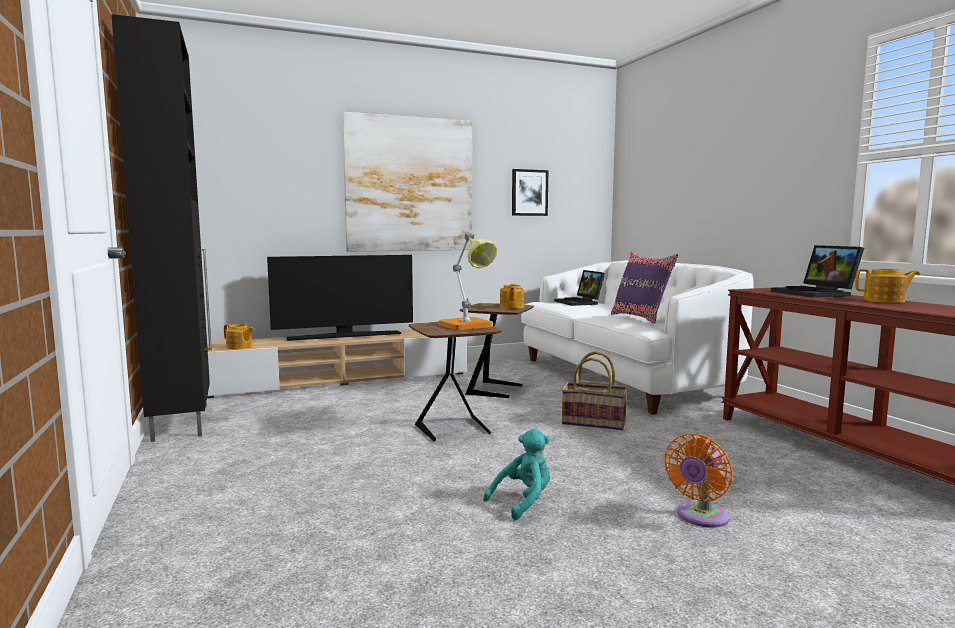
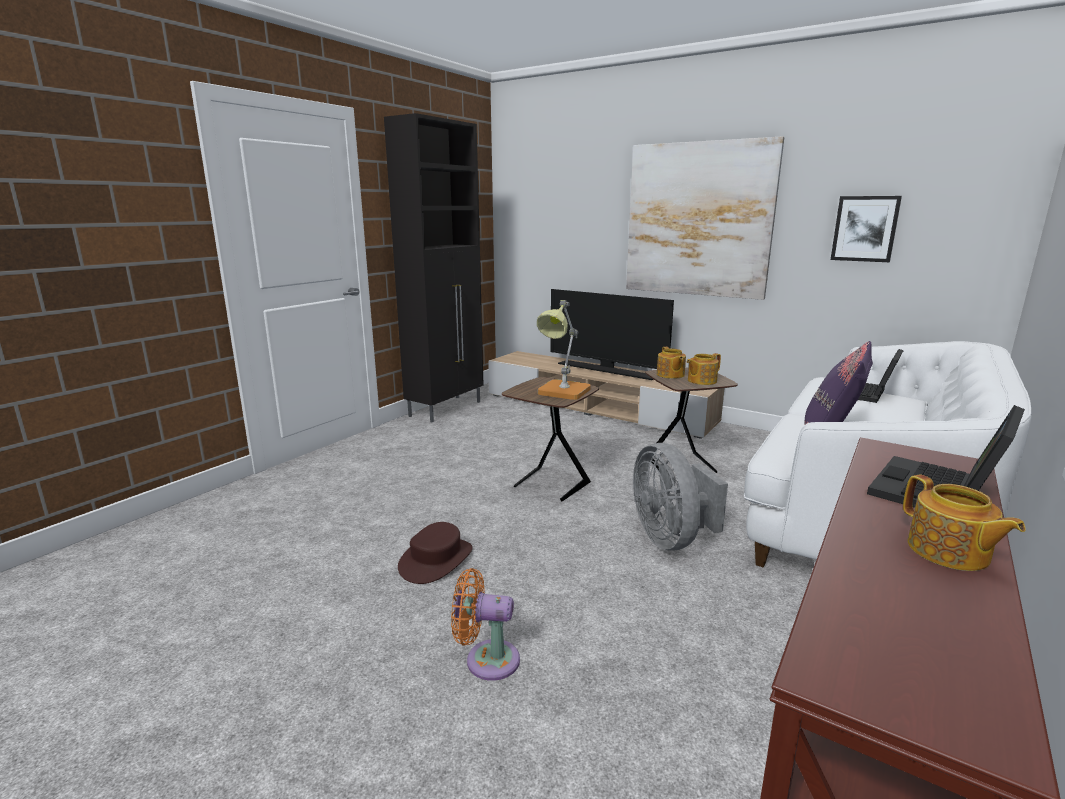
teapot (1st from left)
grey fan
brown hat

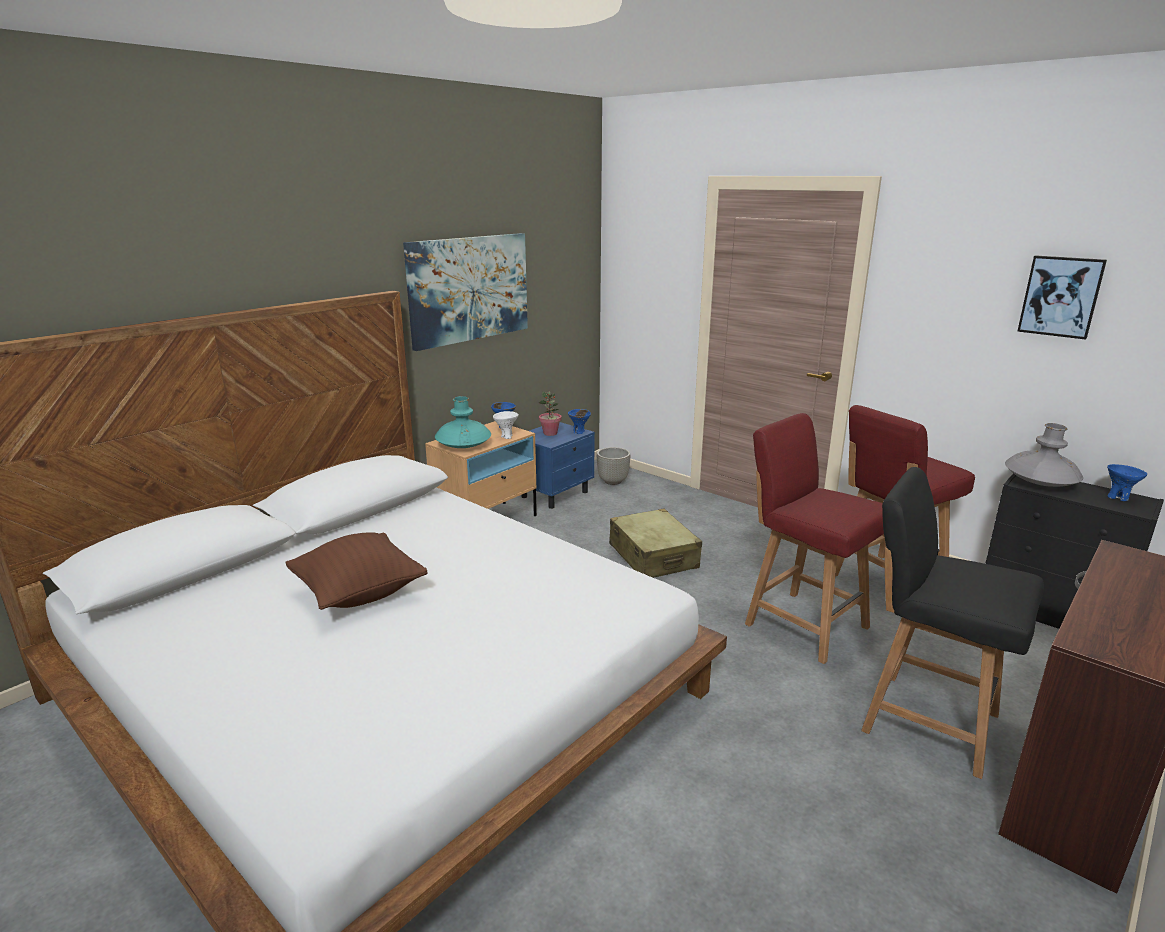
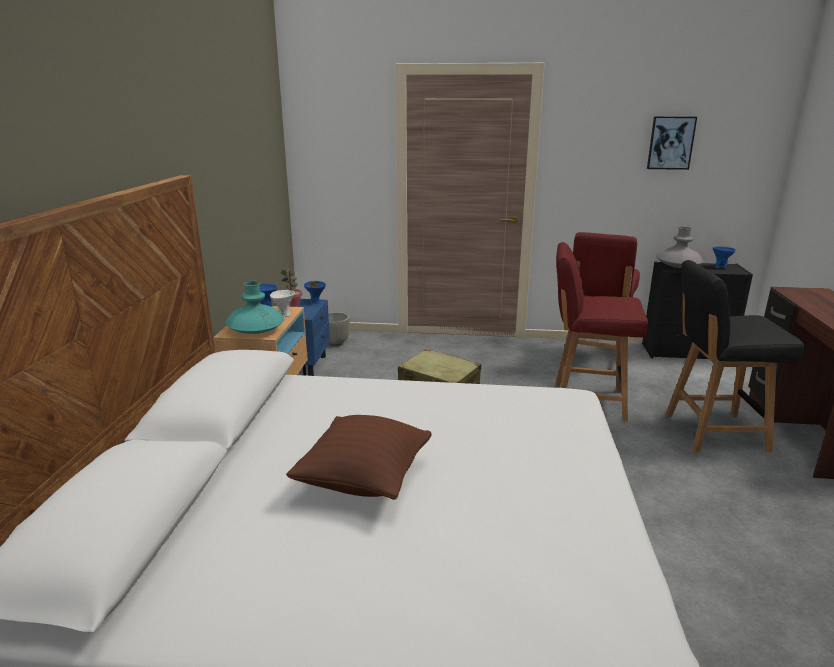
picture (1st from left in the first image)

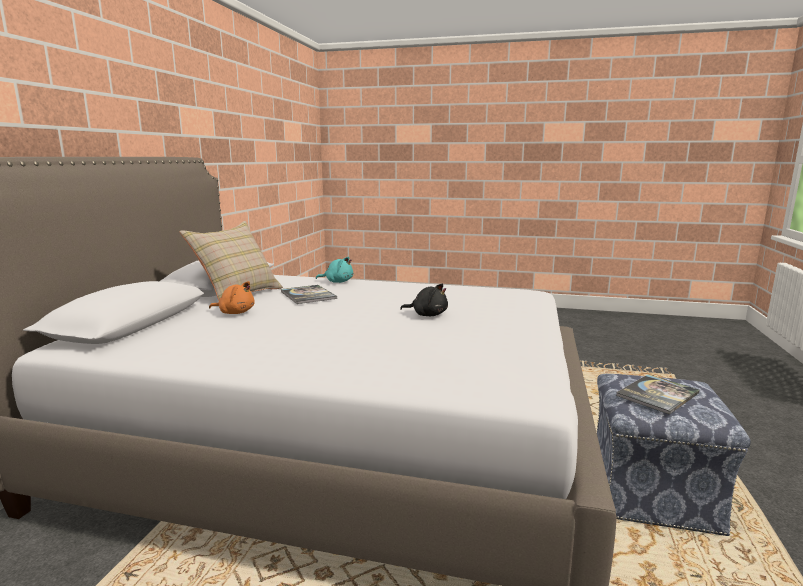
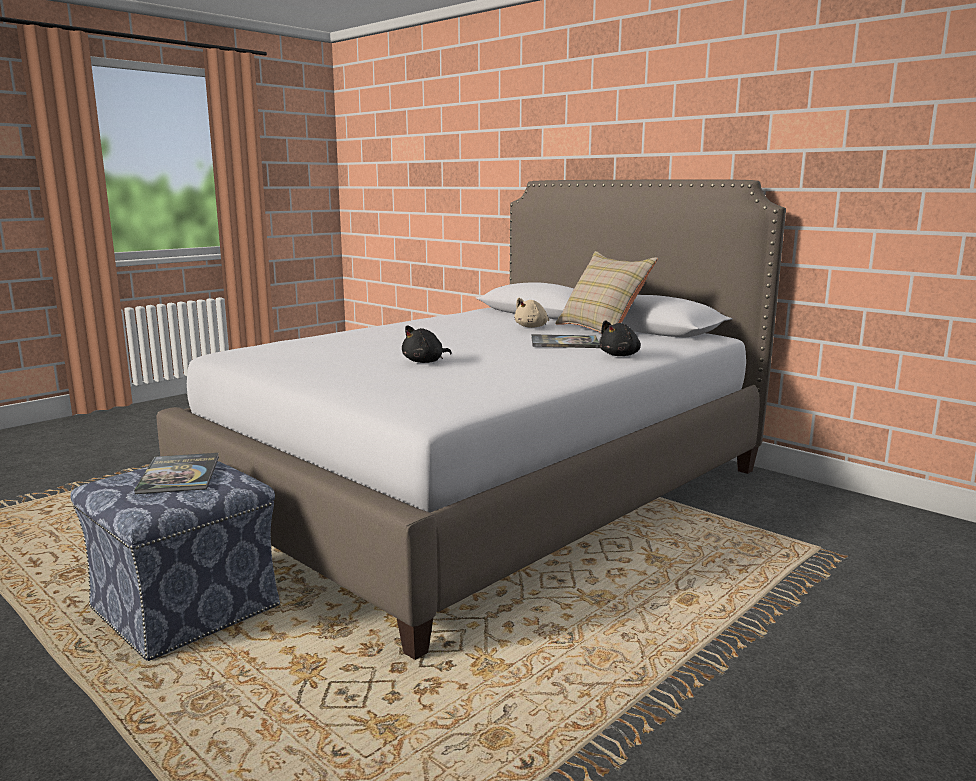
black plush toy (2nd from left)
beige plush toy

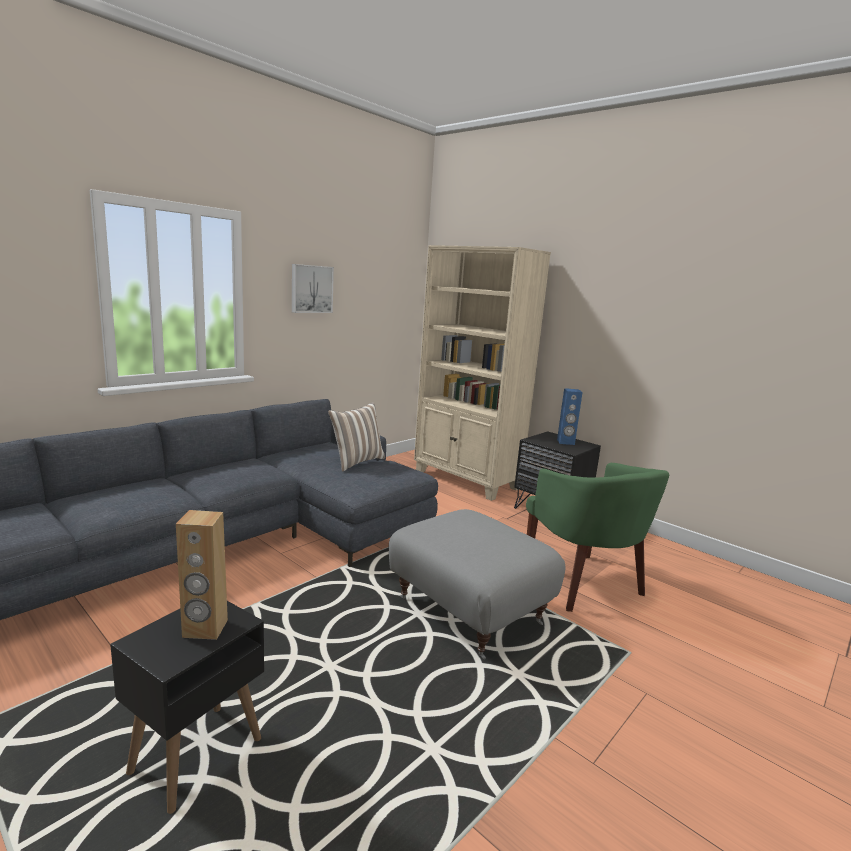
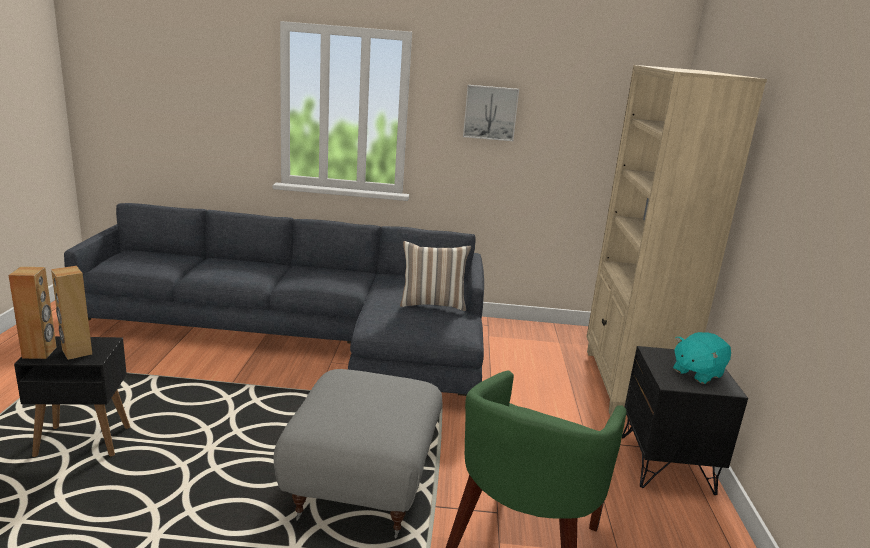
turquoise plush toy
brown speaker (1st from left)

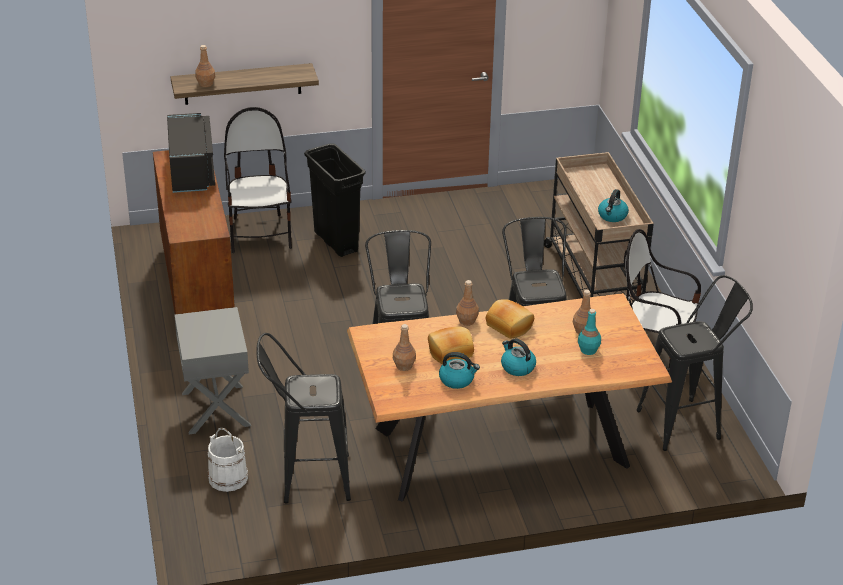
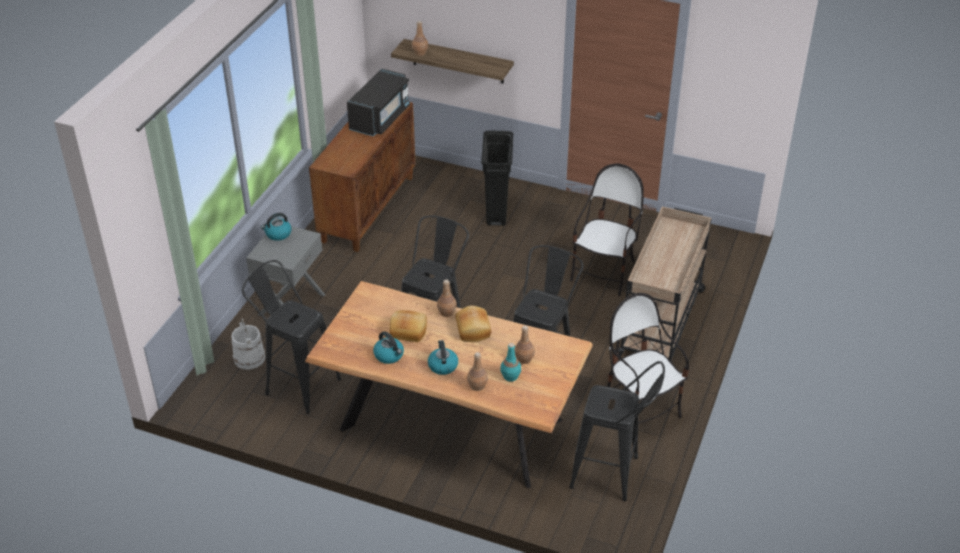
chair (1st from left)
kettle (1st from left)
brown bottle (3rd from left)

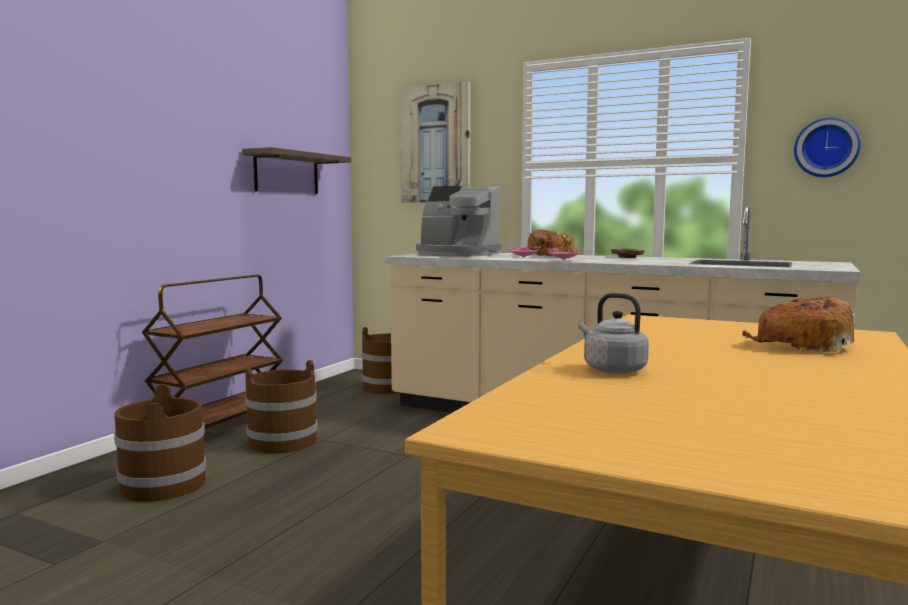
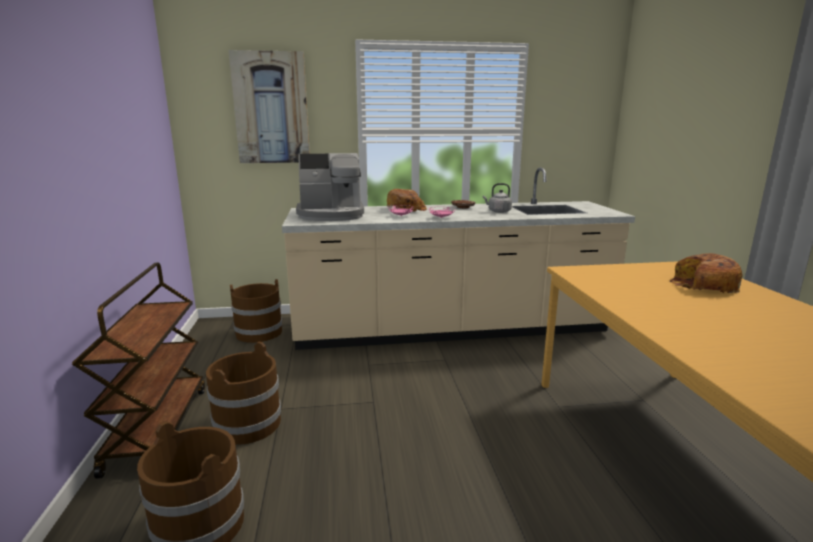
wall clock
shelf
grey kettle

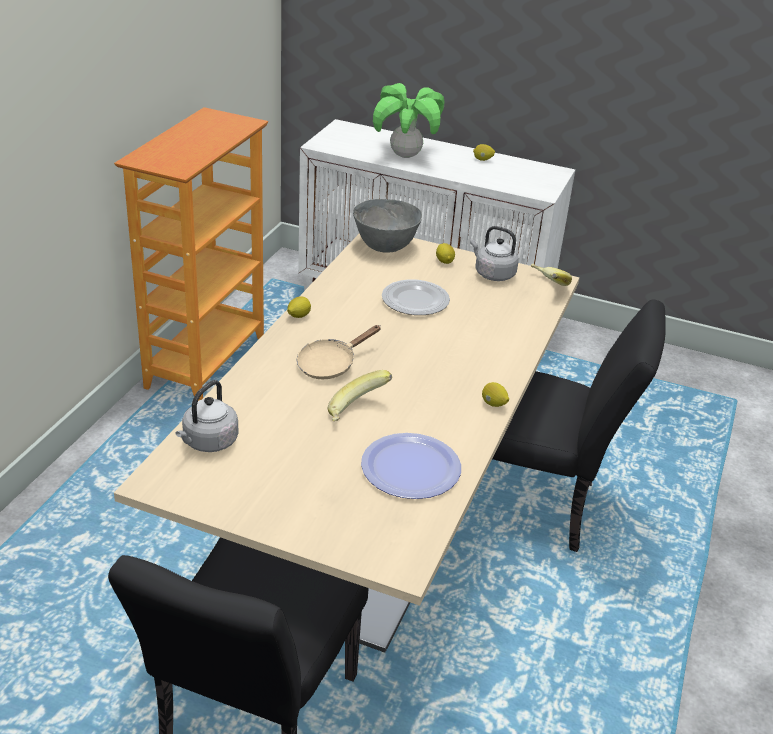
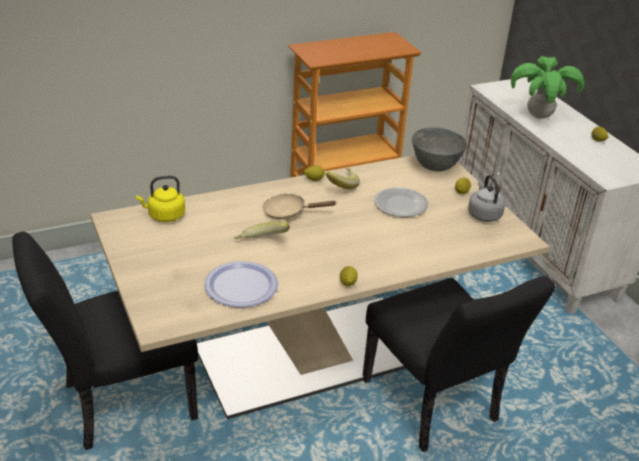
banana (2nd from left)
yellow kettle

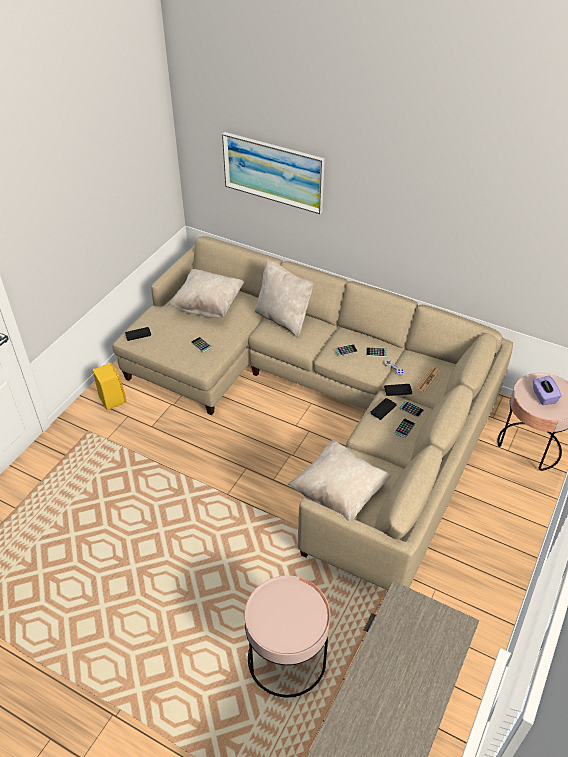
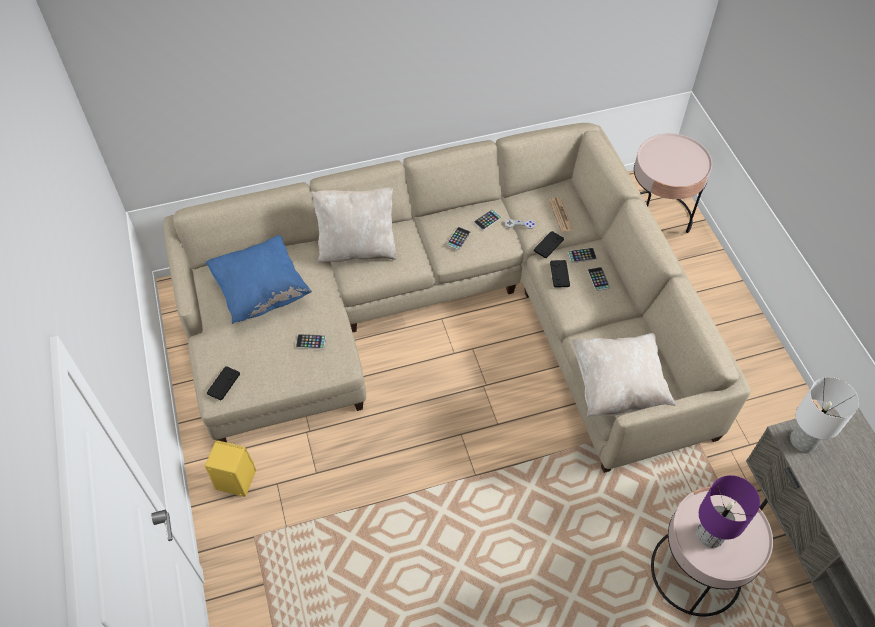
picture
blue pillow
purple tissue box
white table lamp
purple table lamp

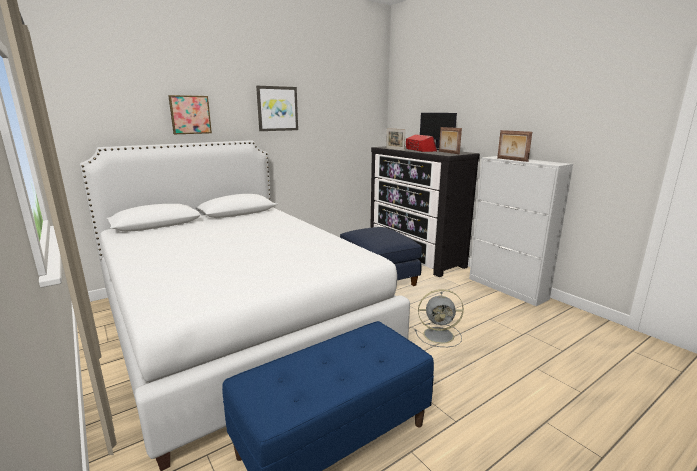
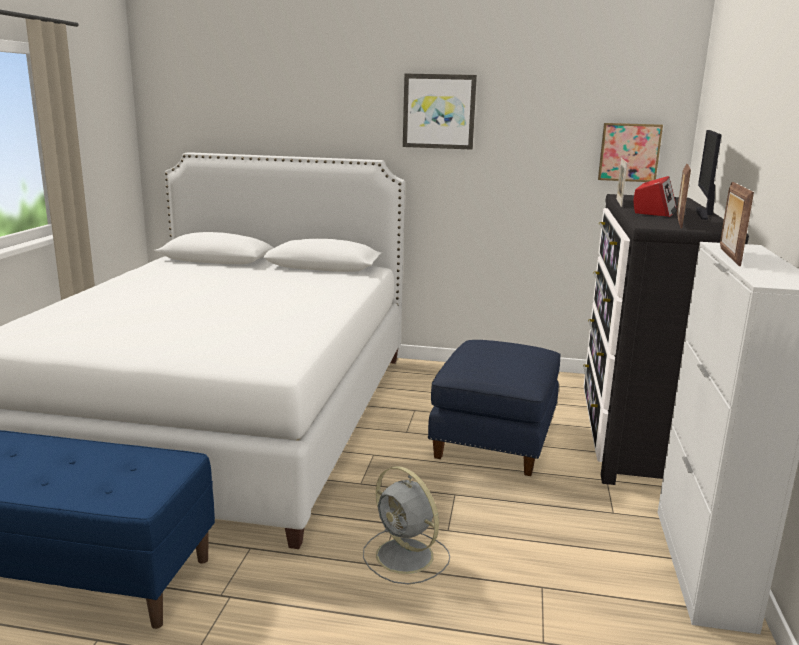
picture (2nd from left)

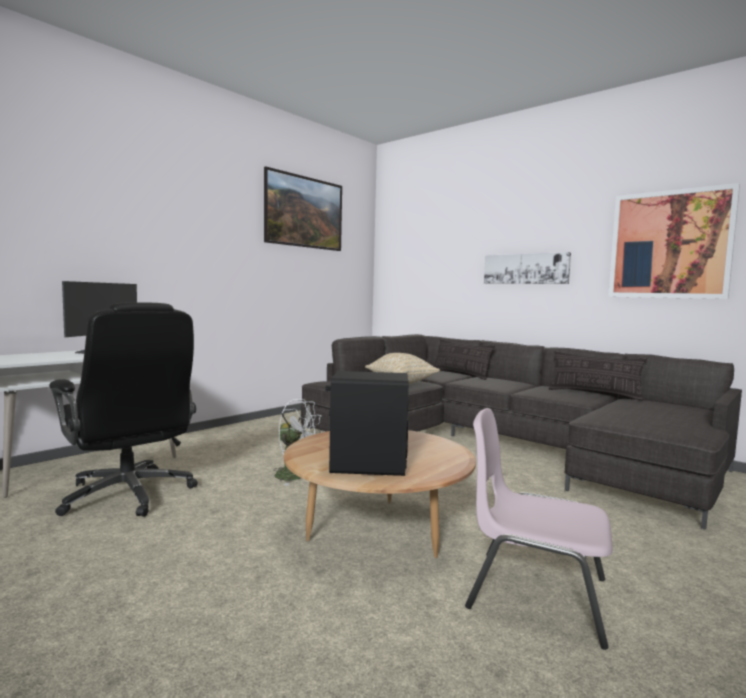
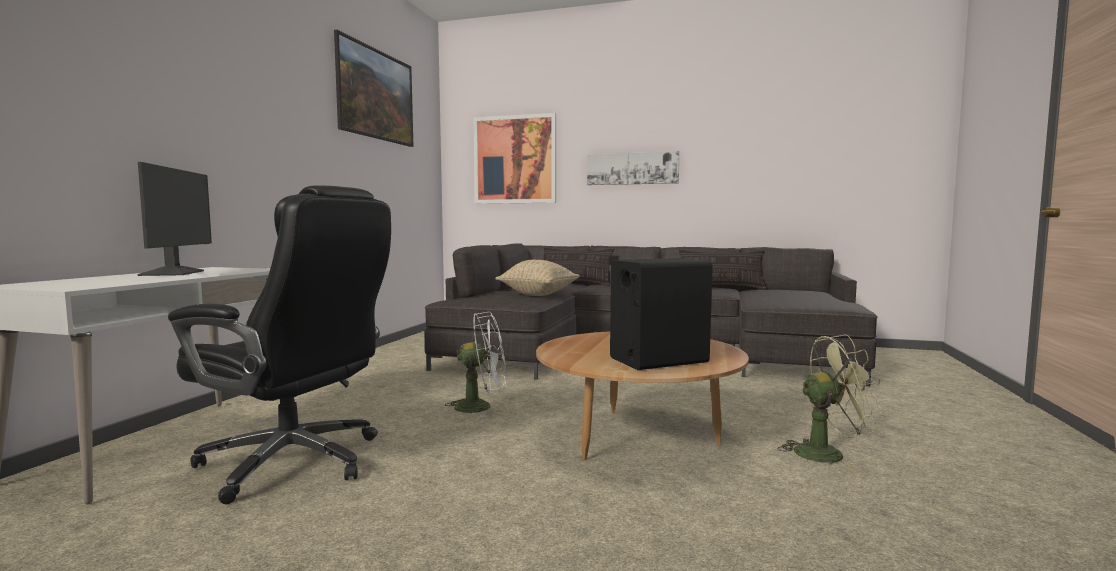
picture (2nd from left)
green fan

